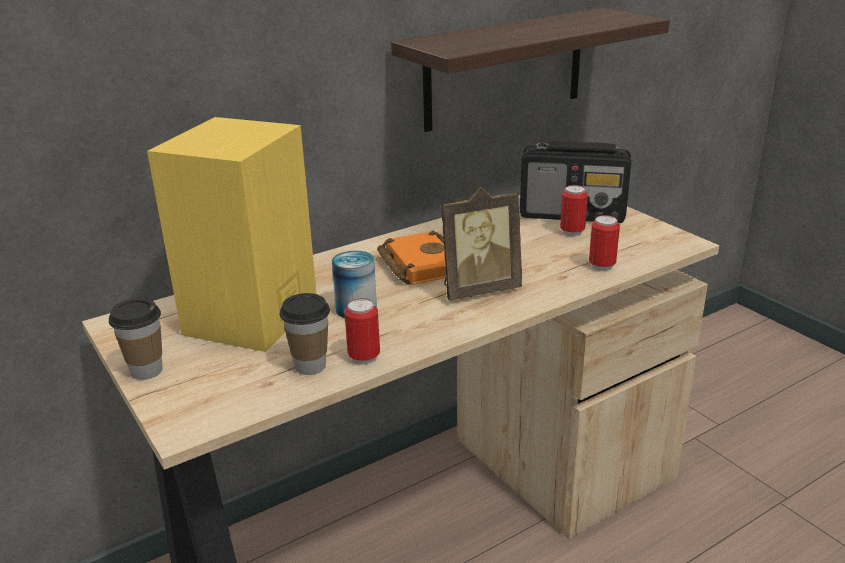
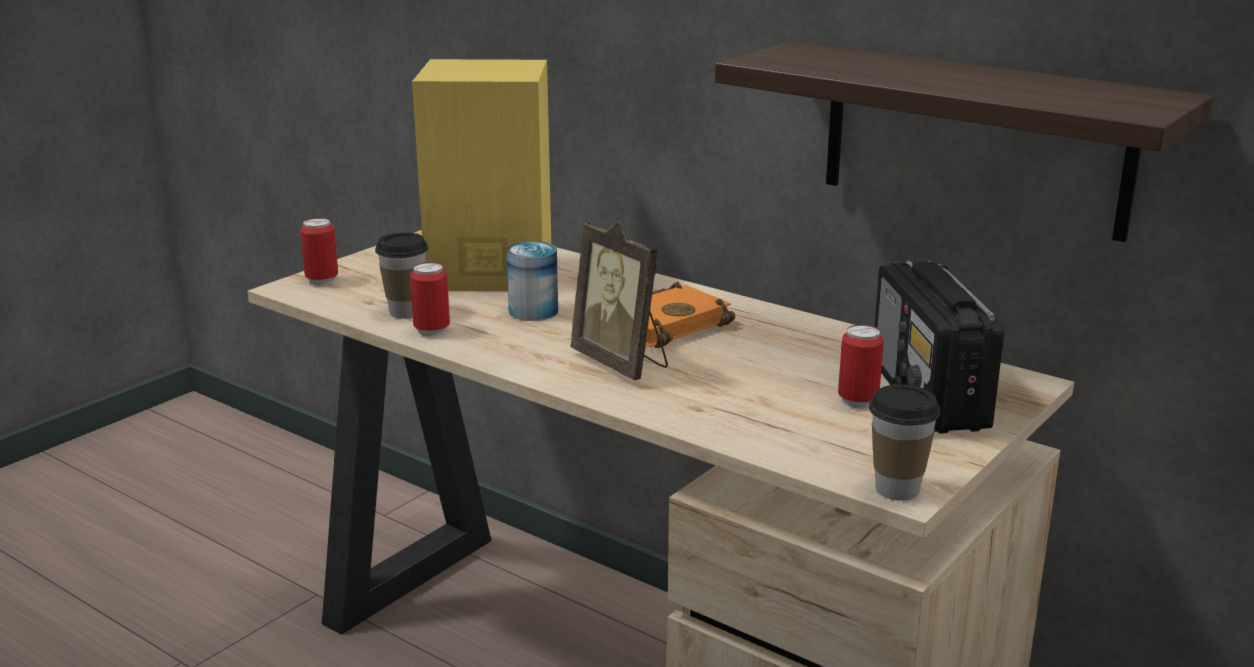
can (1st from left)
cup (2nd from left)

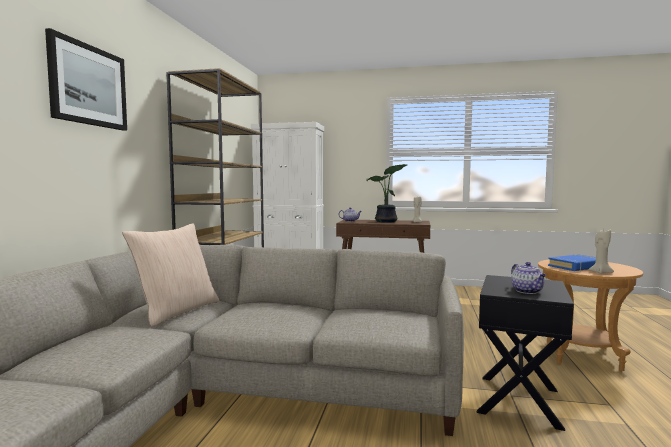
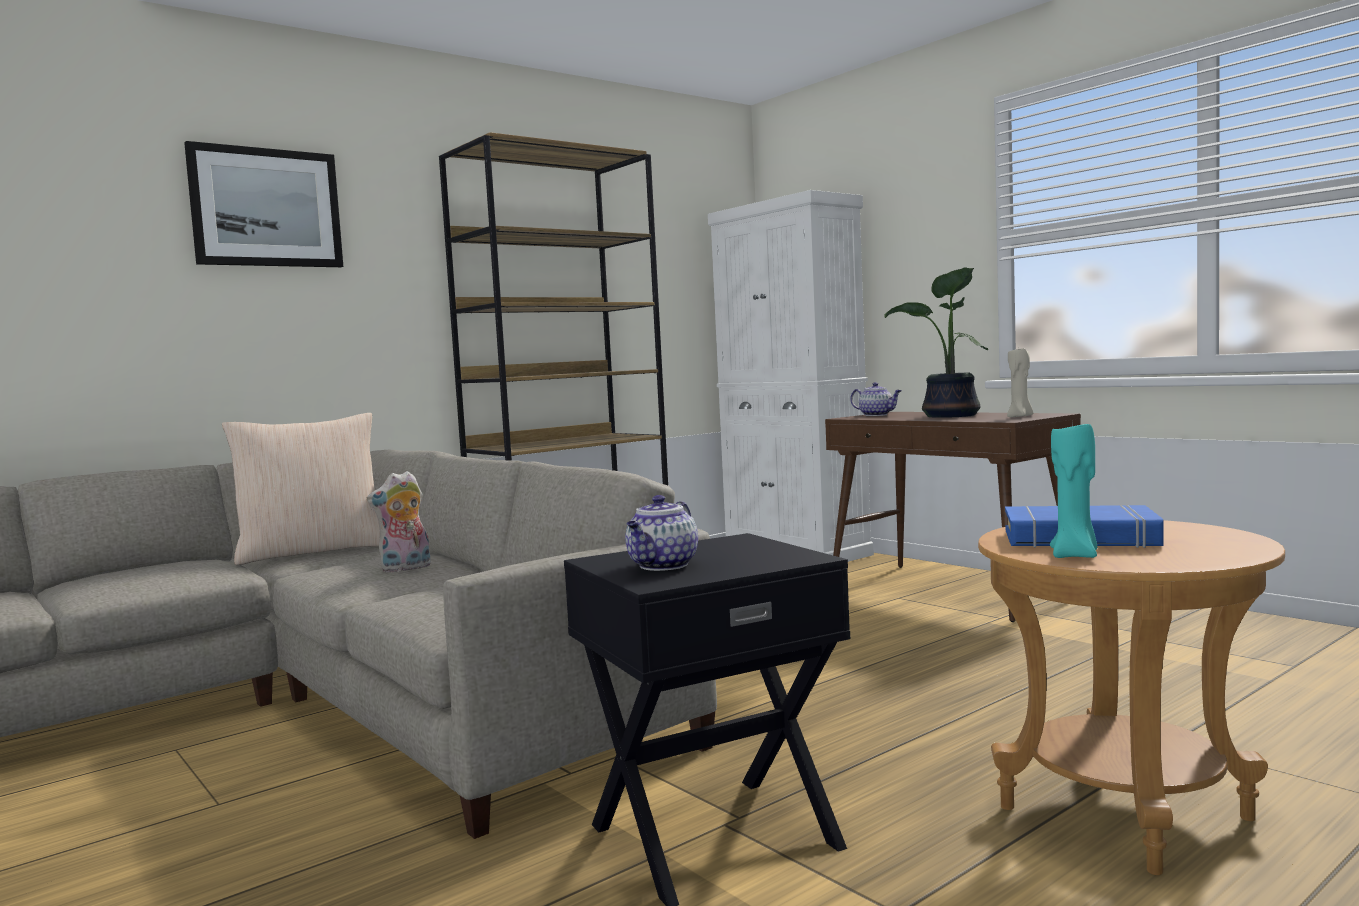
turquoise candle
plush toy

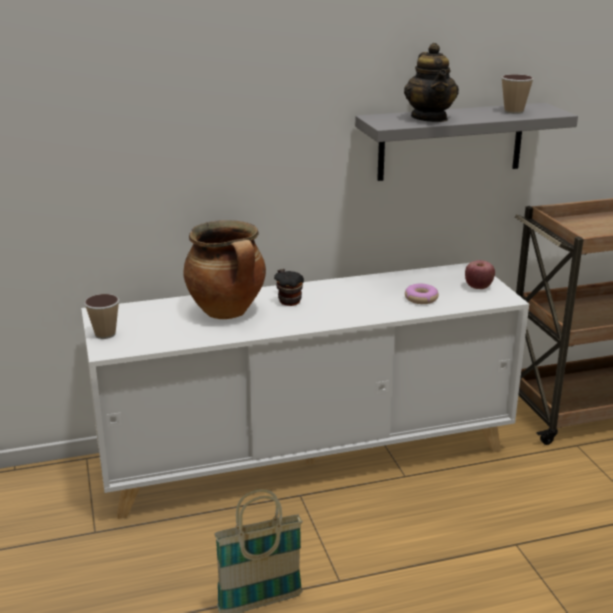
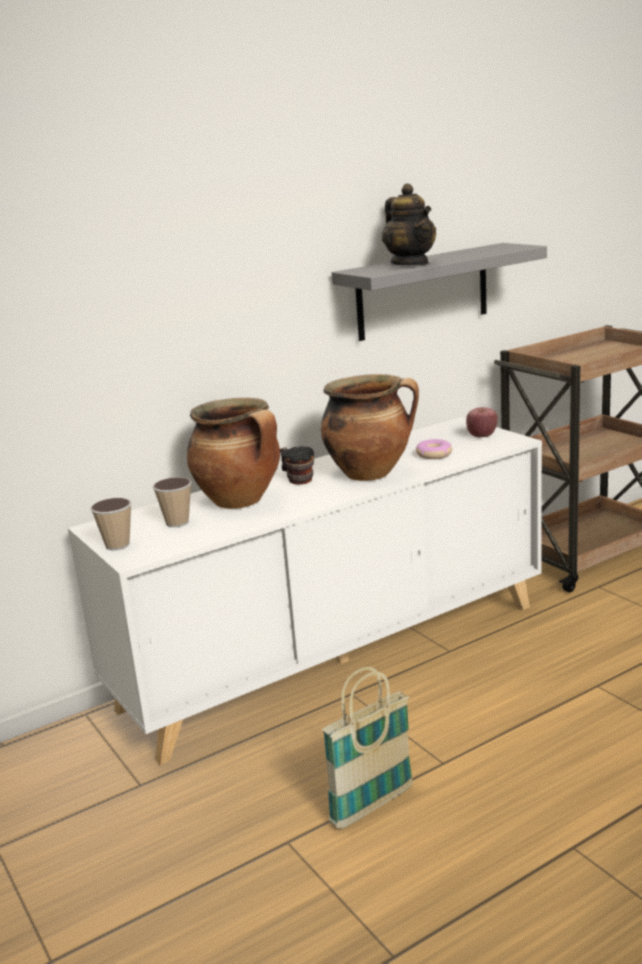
cup (2nd from left)
cooking pot (2nd from left)

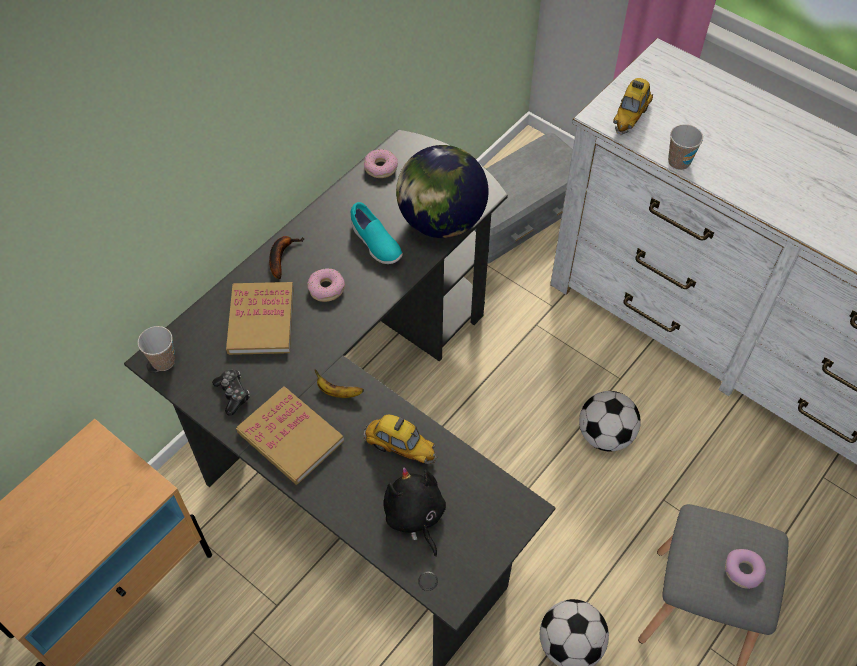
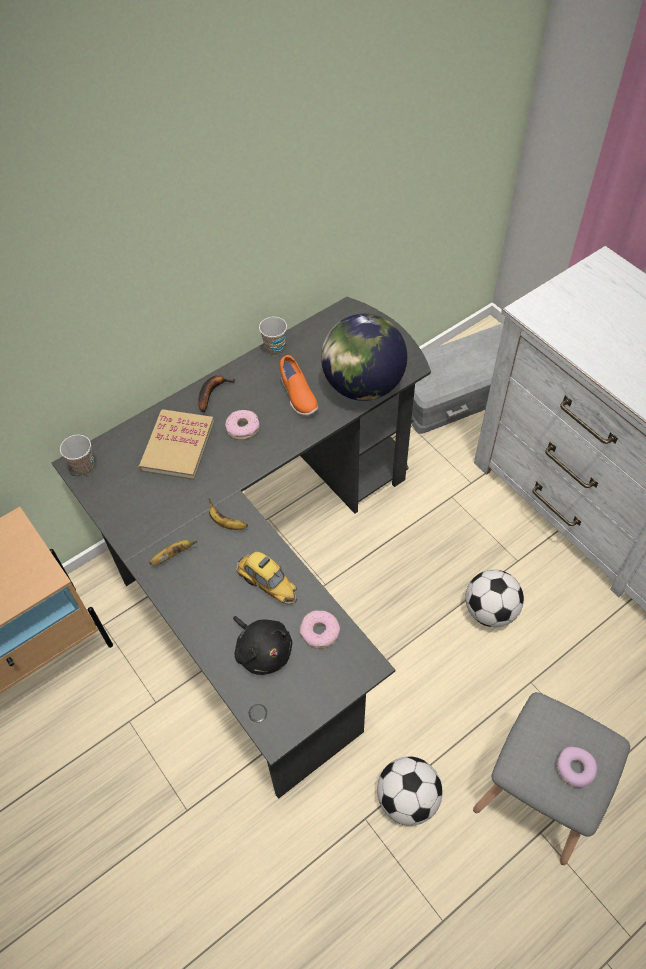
toy car (2nd from left in the first image)
cup (2nd from left)
donut (2nd from left)
orange shoe
game controller
banana (1st from left)
black plush toy

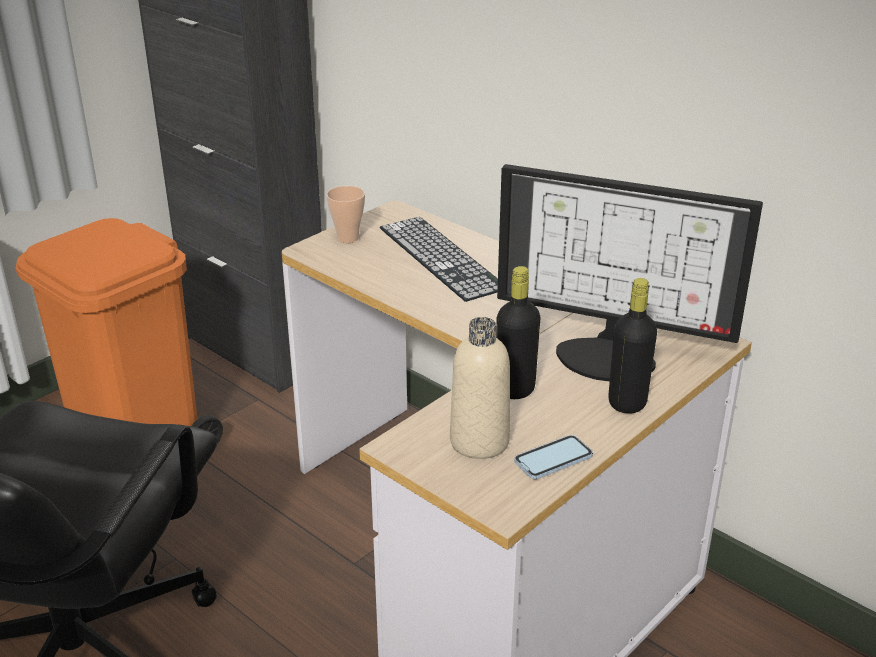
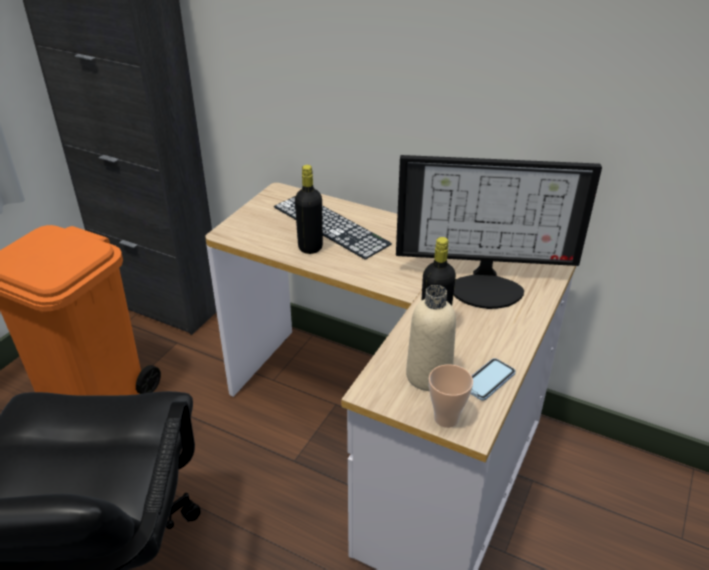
cup
black bottle (1st from left)

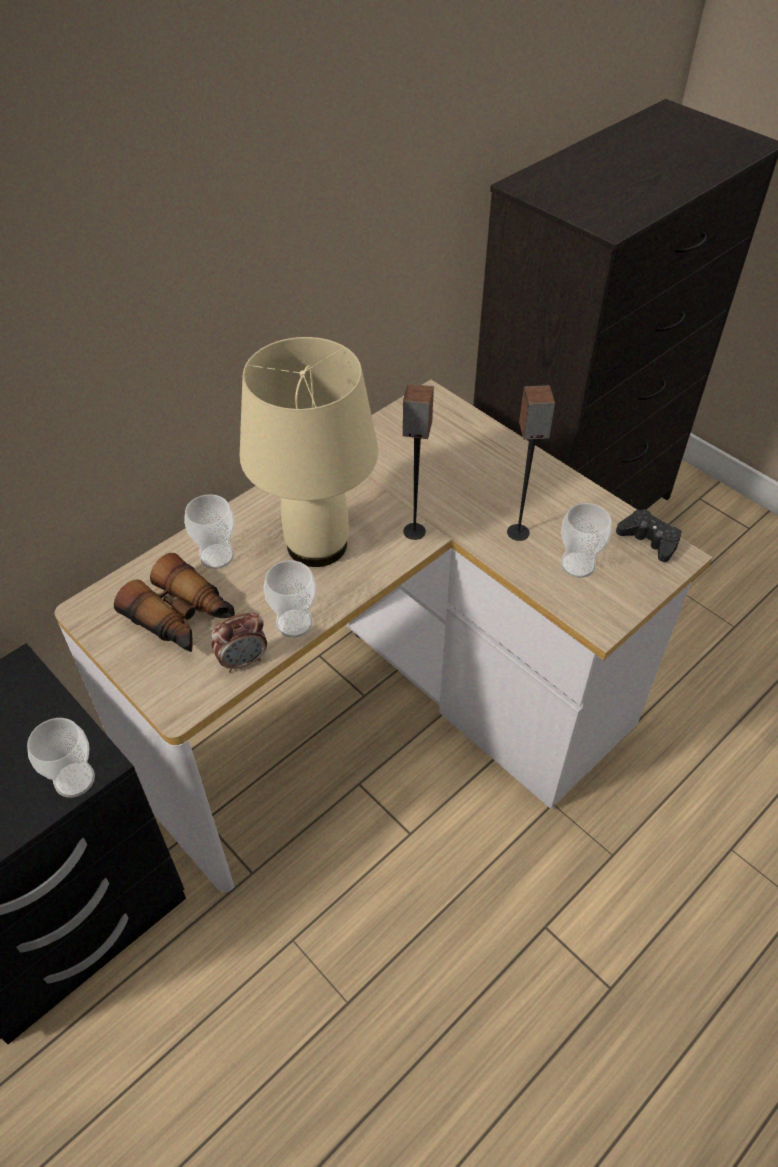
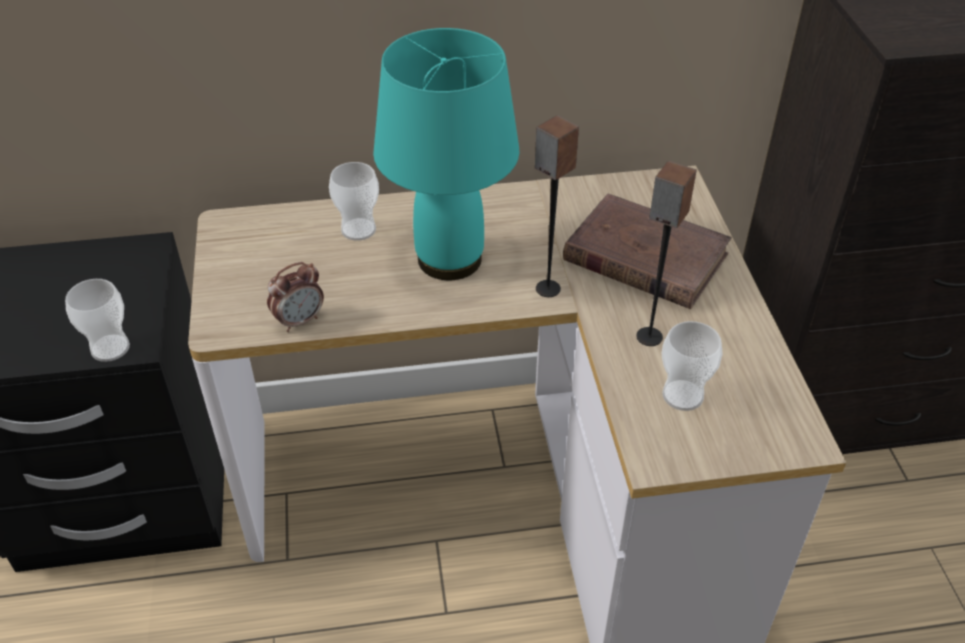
turquoise table lamp
black game controller
binoculars
cup (3rd from left in the first image)
alarm clock
brown book

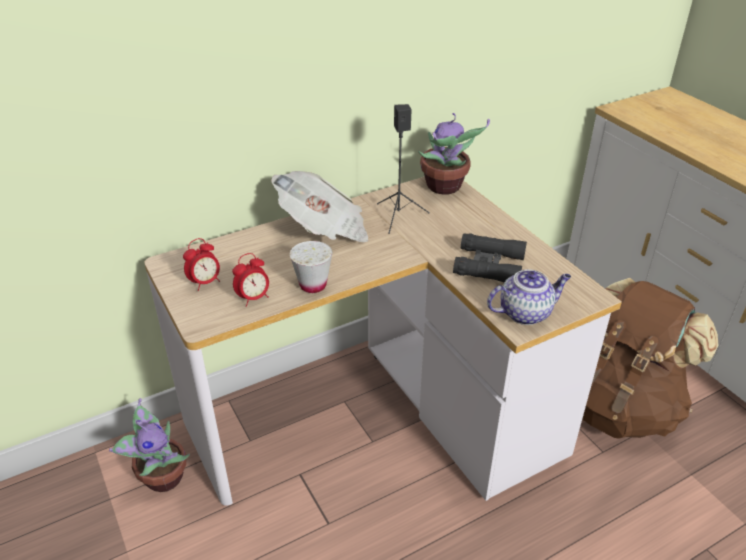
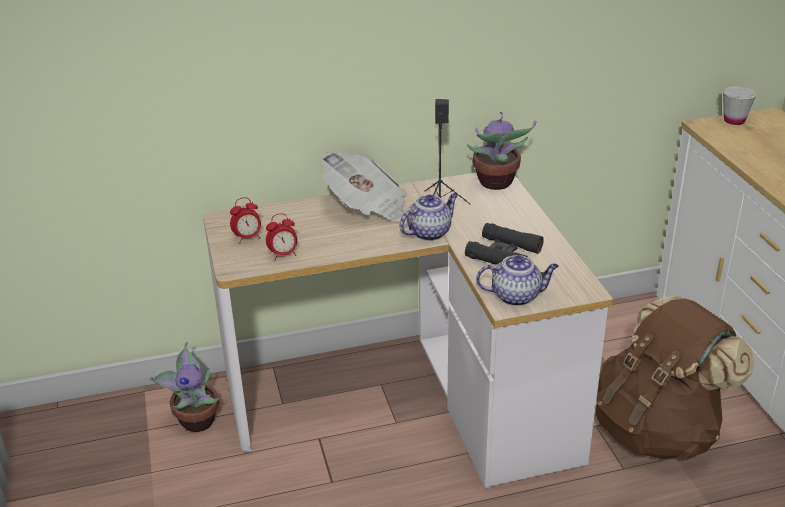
white cup
teapot (1st from left)

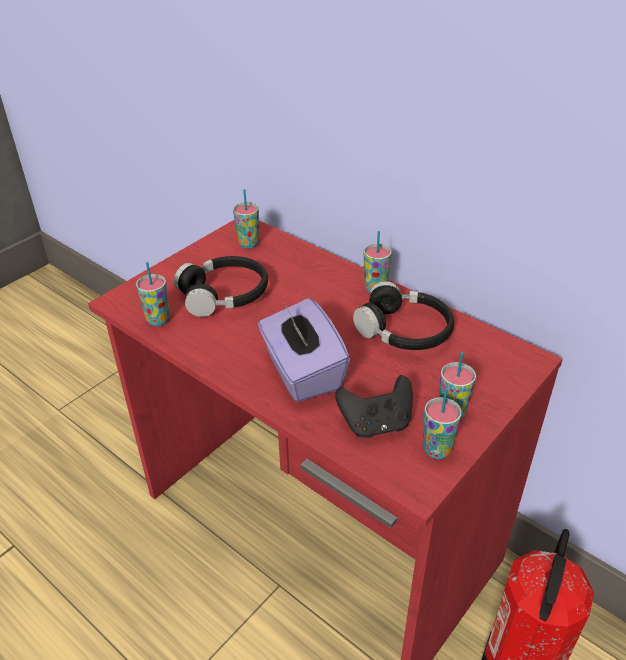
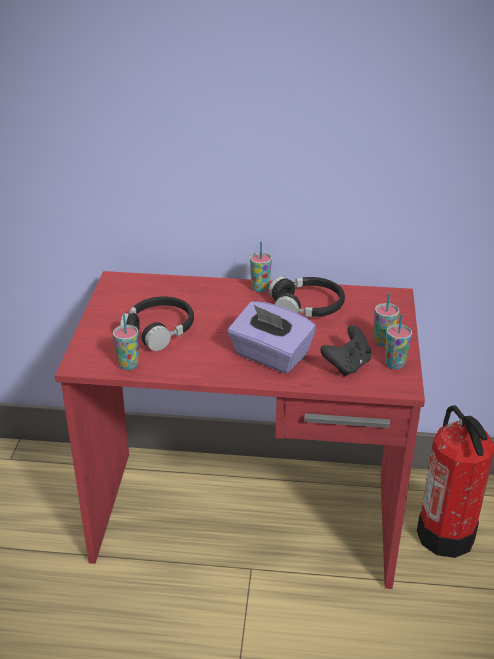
cup (2nd from left in the first image)

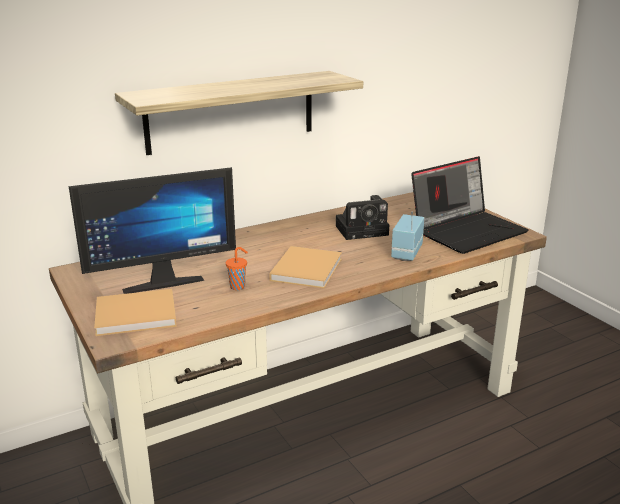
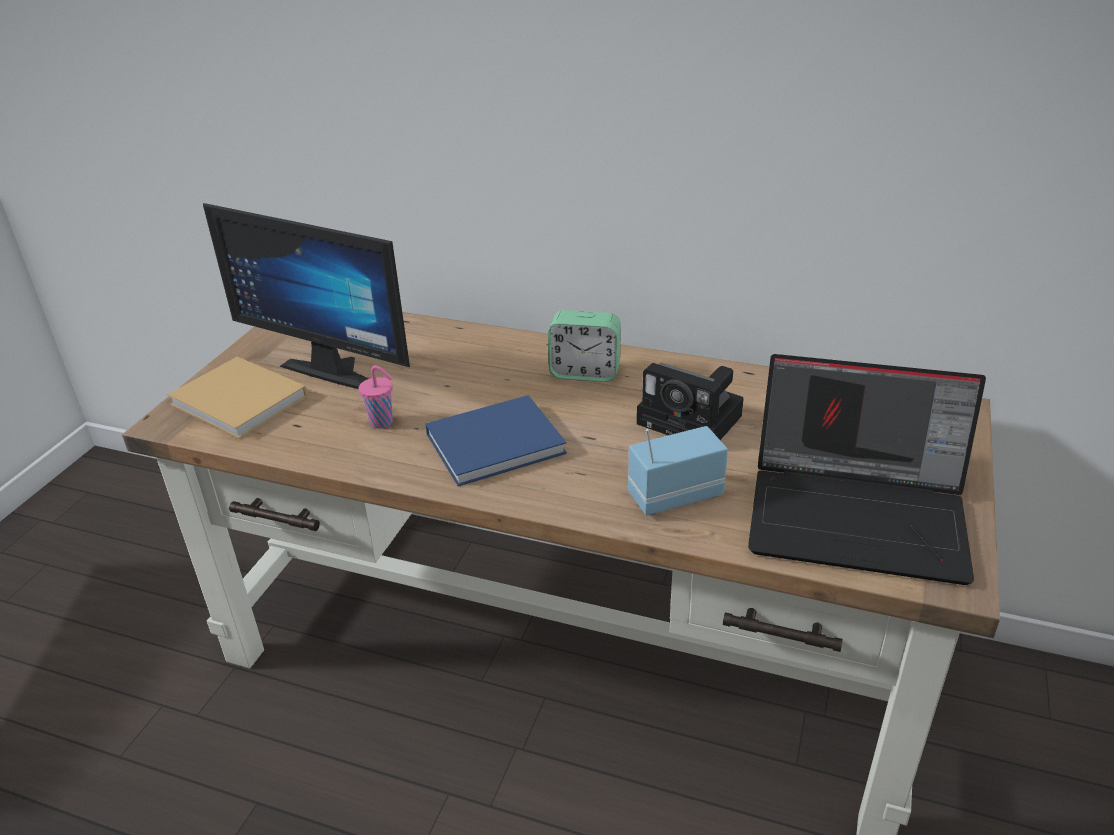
shelf
blue book
pink cup
alarm clock

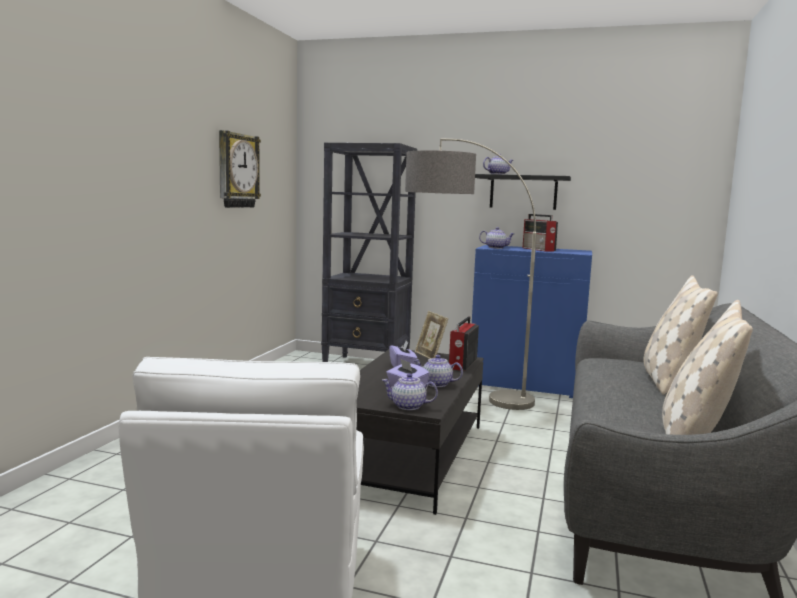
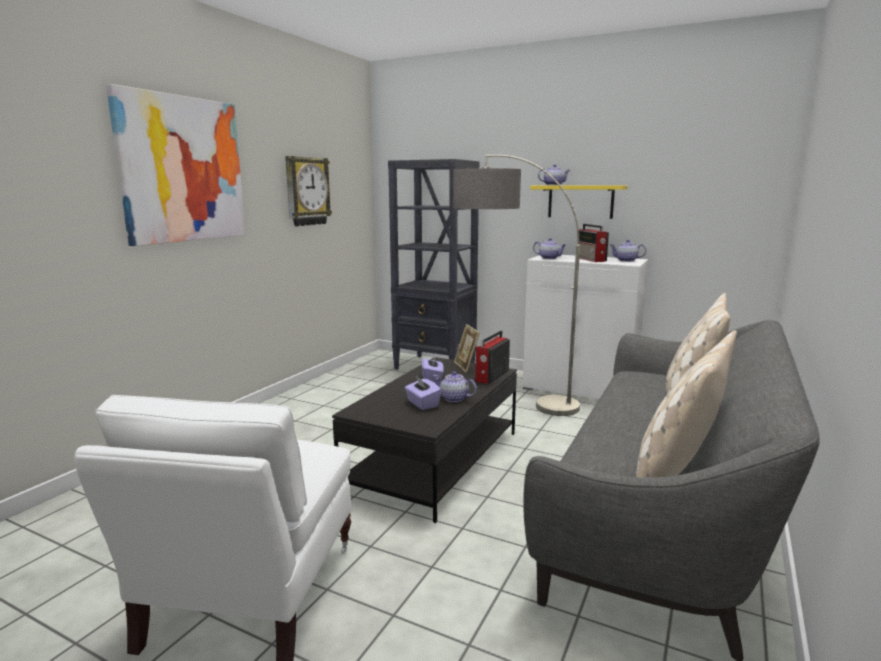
yellow shelf
white cabinet
teapot (4th from left)
picture

